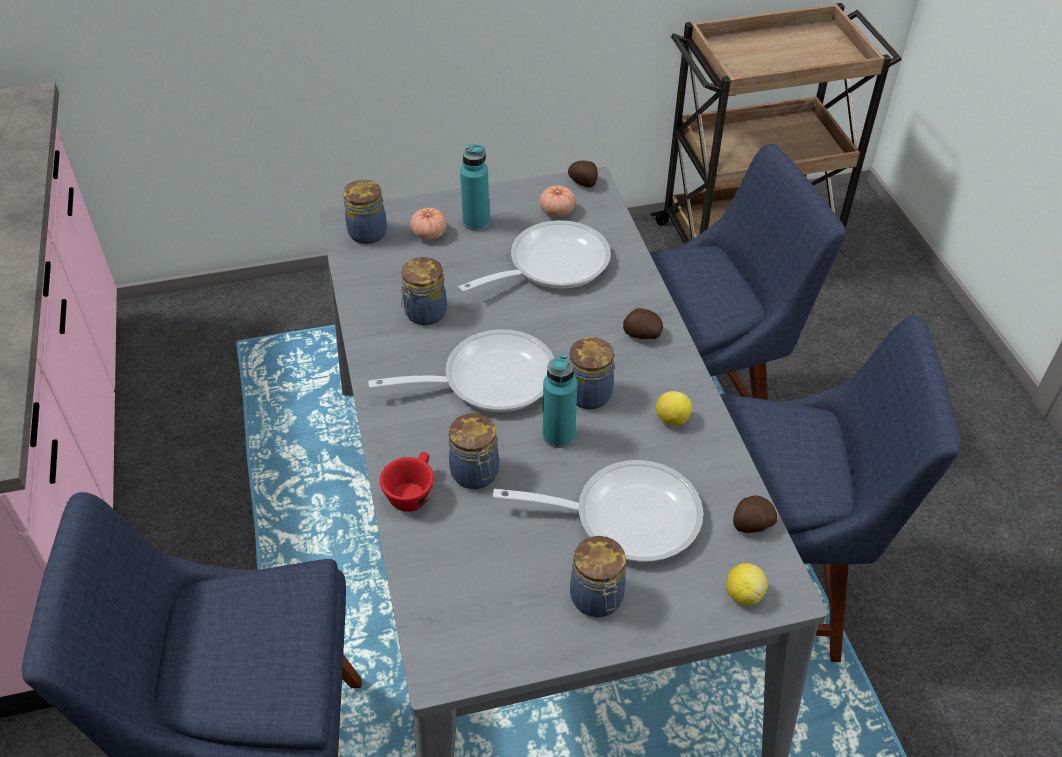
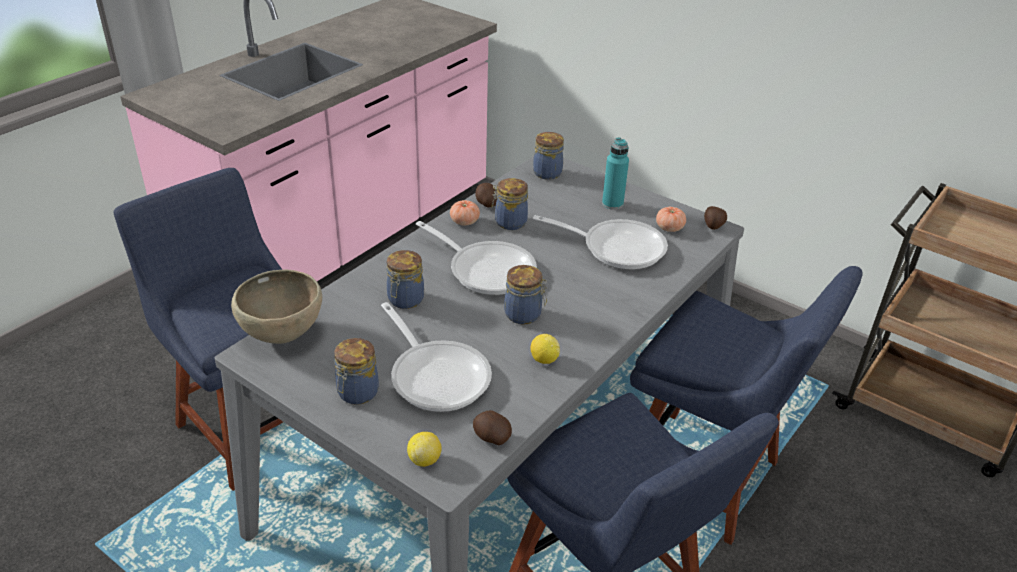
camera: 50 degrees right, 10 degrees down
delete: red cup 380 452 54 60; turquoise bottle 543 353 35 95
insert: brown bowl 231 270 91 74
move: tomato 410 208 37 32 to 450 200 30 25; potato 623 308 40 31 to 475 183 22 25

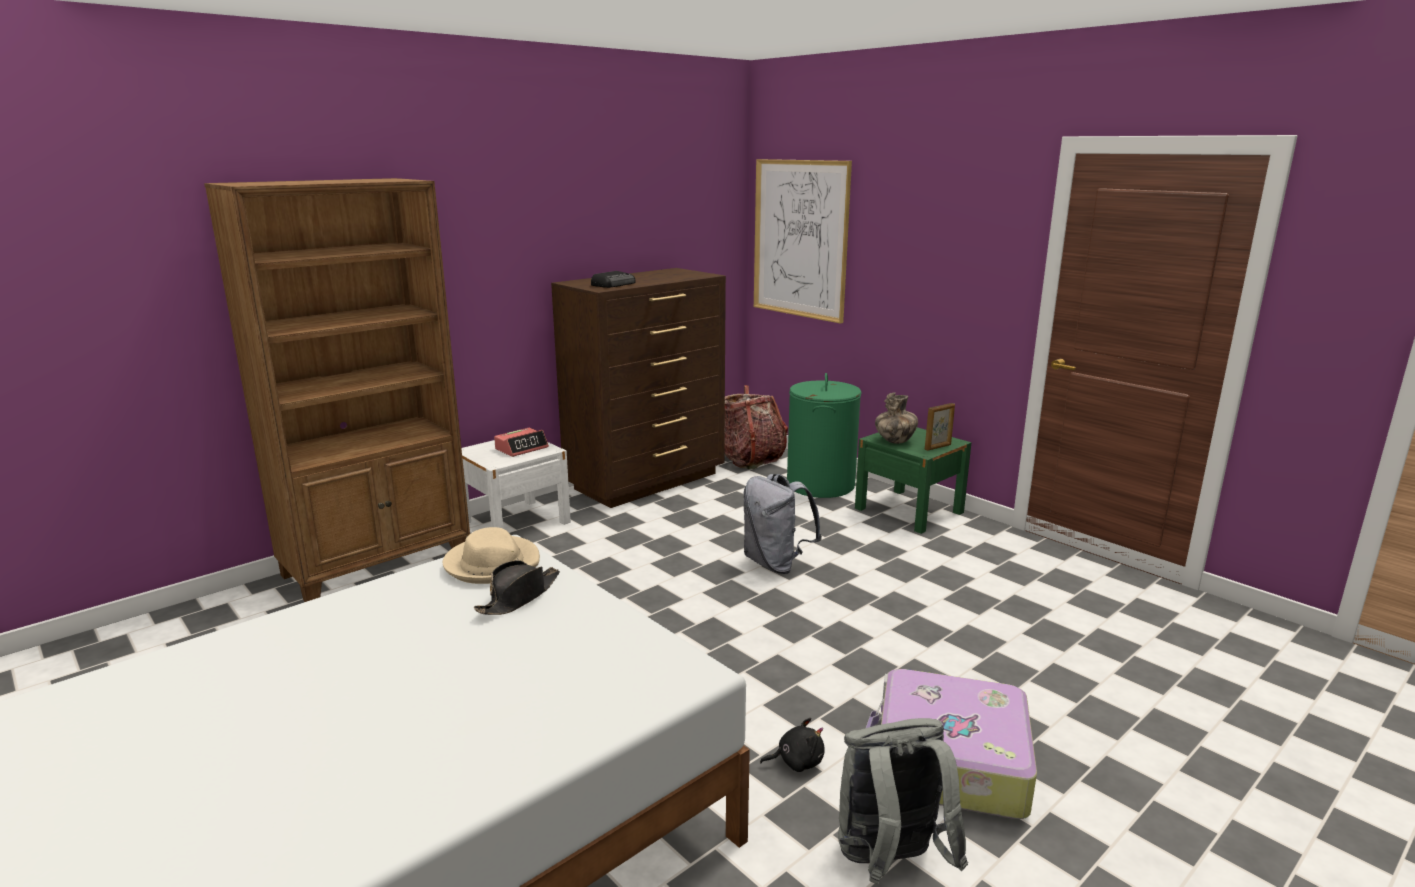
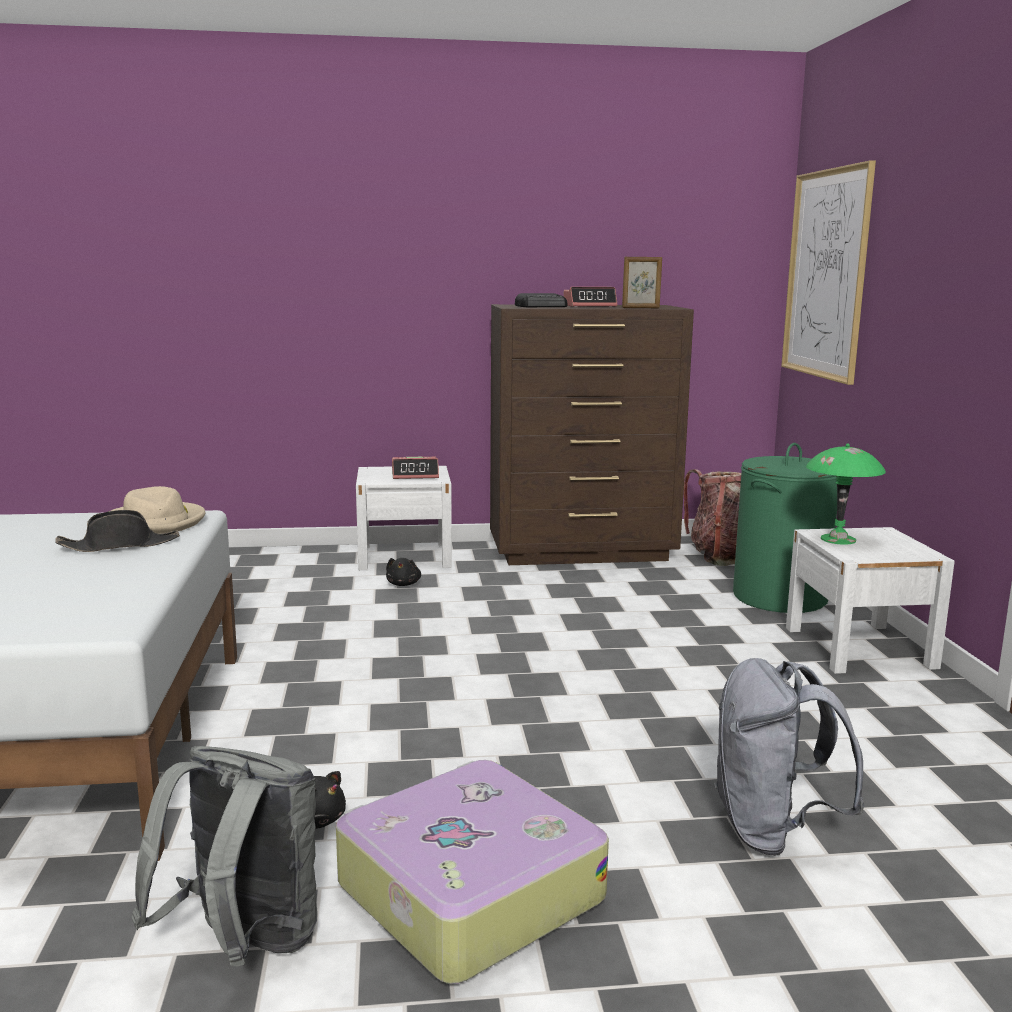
camera: 35 degrees right, 5 degrees down
delete: brown bookcase 204 178 266 424
insert: black plush toy 386 558 35 28; alarm clock 563 287 54 20
move: picture frame 925 403 30 48 to 622 257 40 51; grey backpack 743 474 79 100 to 714 658 150 198
replace: vase 875 393 43 51 to green table lamp 806 443 80 102
recolor: green nightstand 855 427 116 107 to white nightstand 786 527 169 147

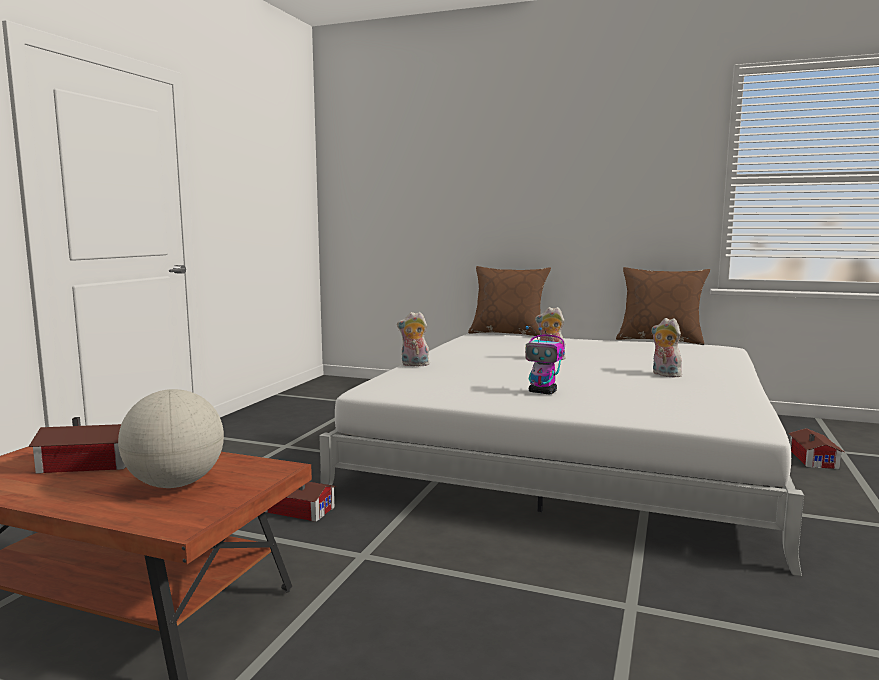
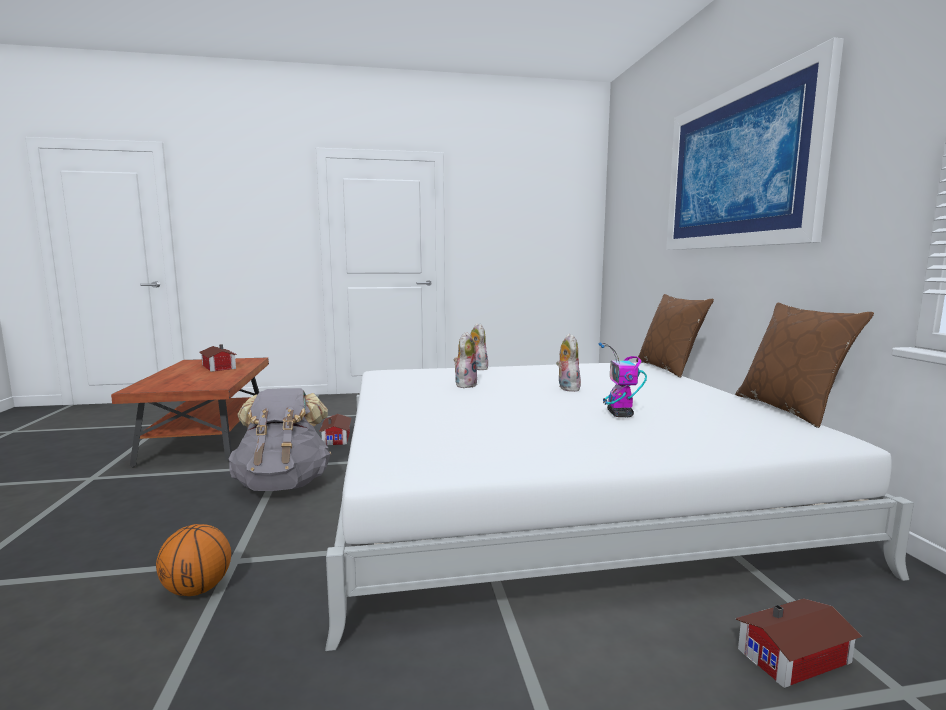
camera: 60 degrees right, 0 degrees up
delete: globe 118 389 106 99
insert: basketball 156 524 75 72; grey backpack 229 388 102 103; picture 666 38 178 212
move: plush toy 651 318 31 59 to 453 332 25 56; toy robot 525 326 40 69 to 599 343 48 74

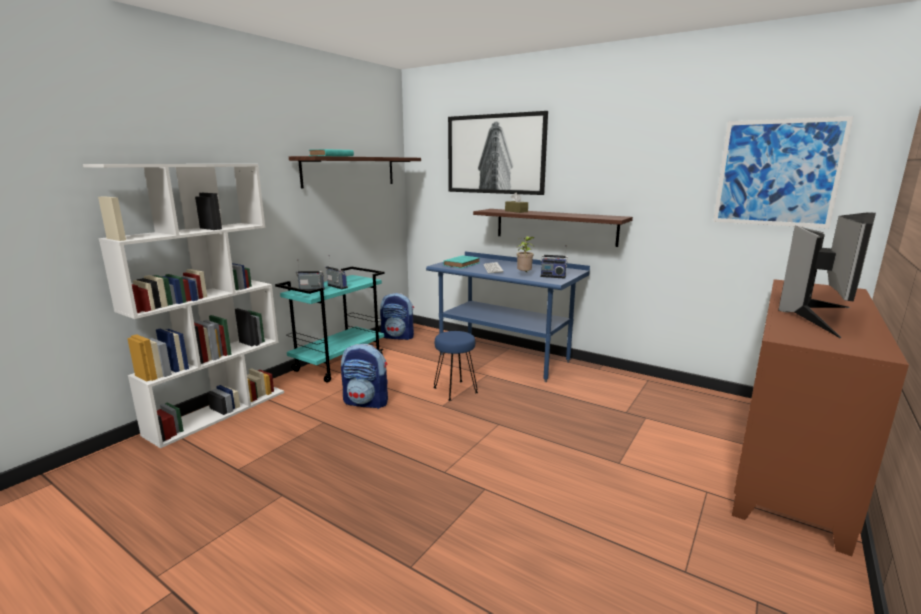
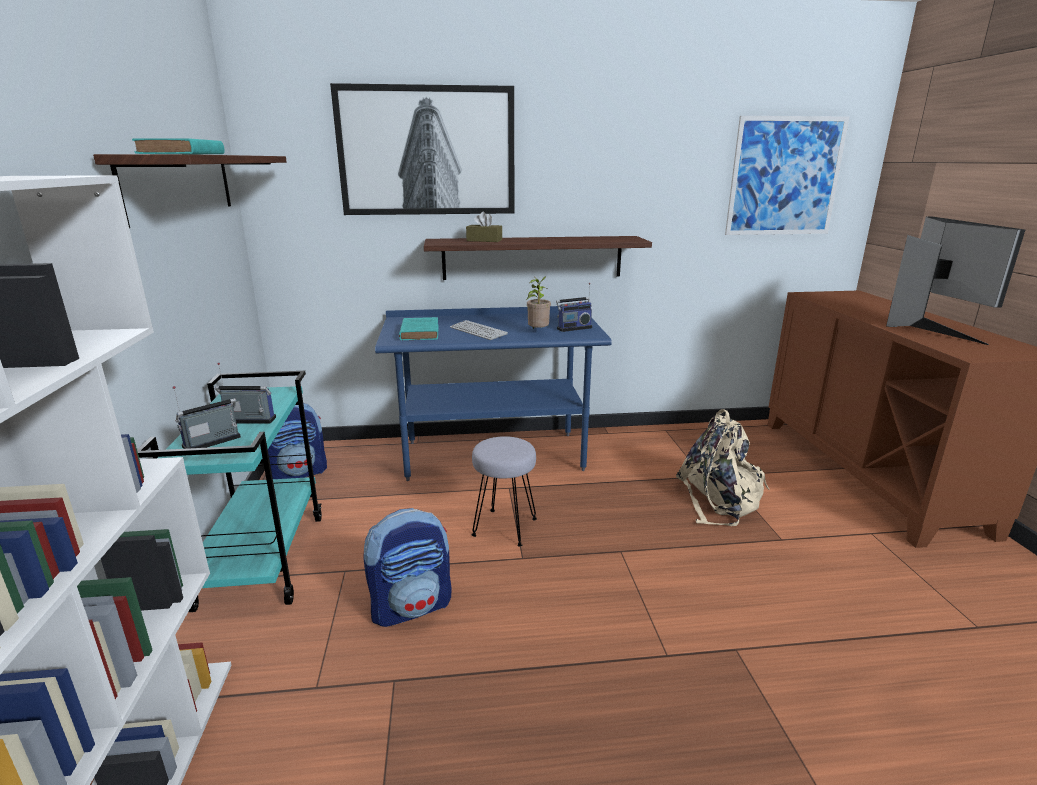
camera: 40 degrees left, 5 degrees up
insert: beige backpack 676 409 93 117
recolor: blue stool 433 331 45 70 to grey stool 472 436 65 110

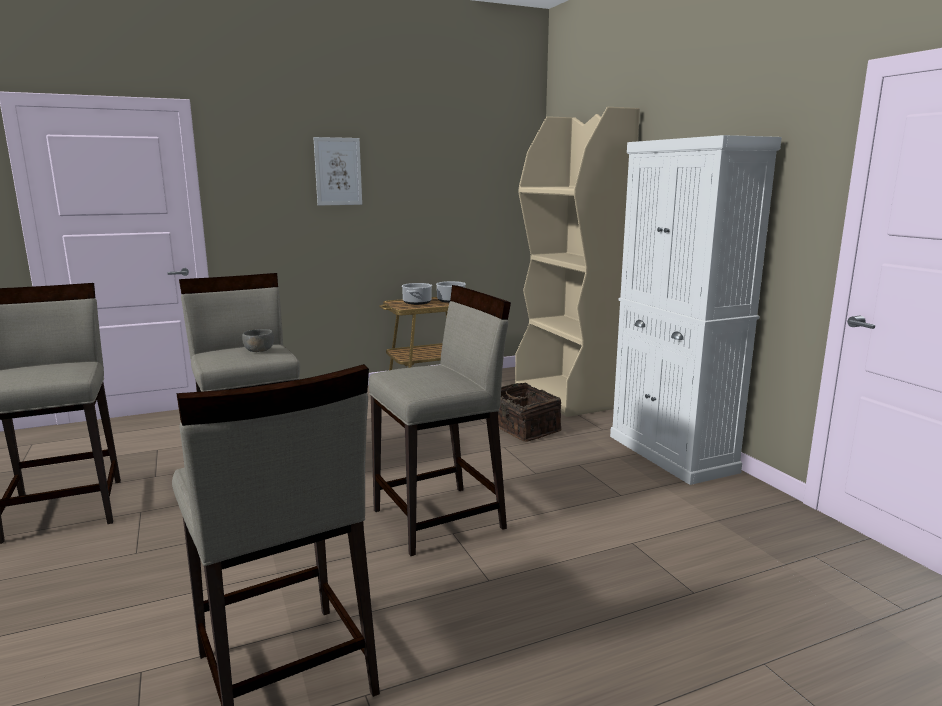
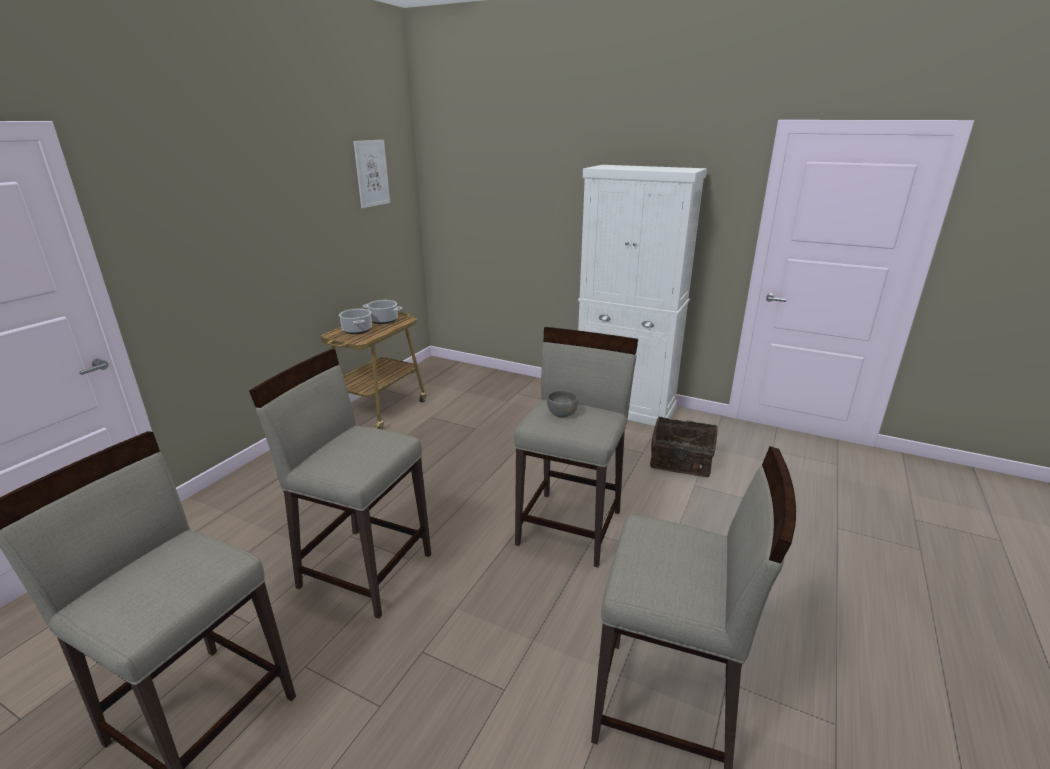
camera: 40 degrees left, 10 degrees up
delete: beige bookcase 515 107 125 310
move: picture 313 137 49 69 to 353 140 37 68; grey bowl 242 329 32 23 to 547 390 31 28; basket 498 383 63 59 to 650 416 68 61

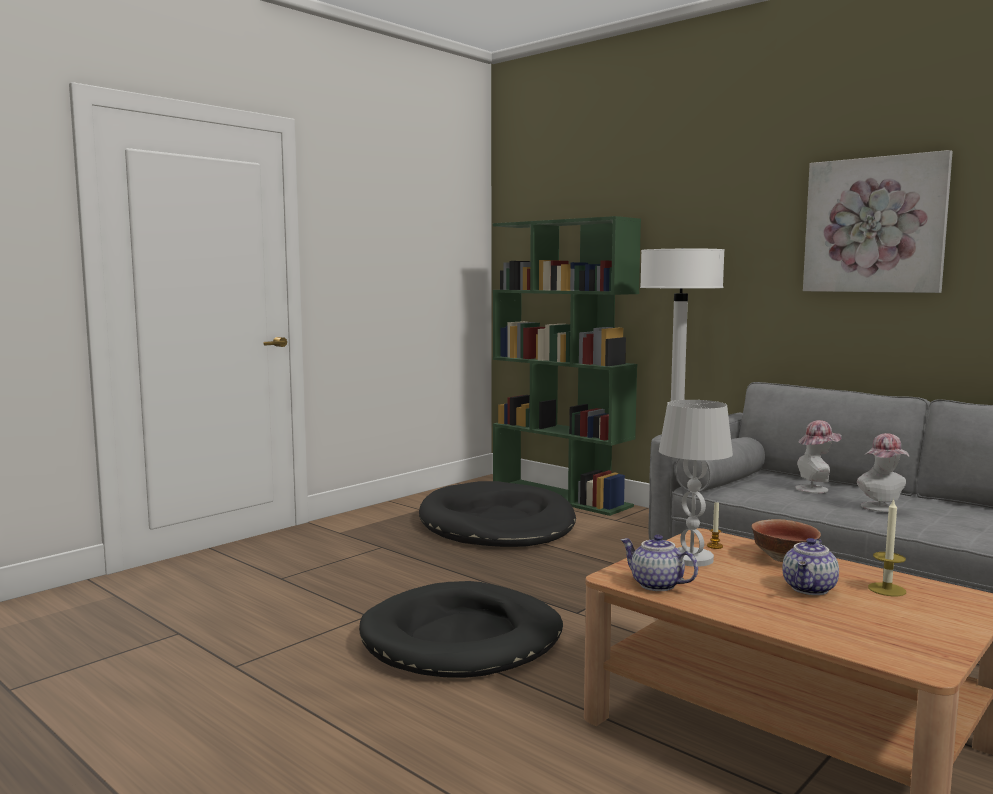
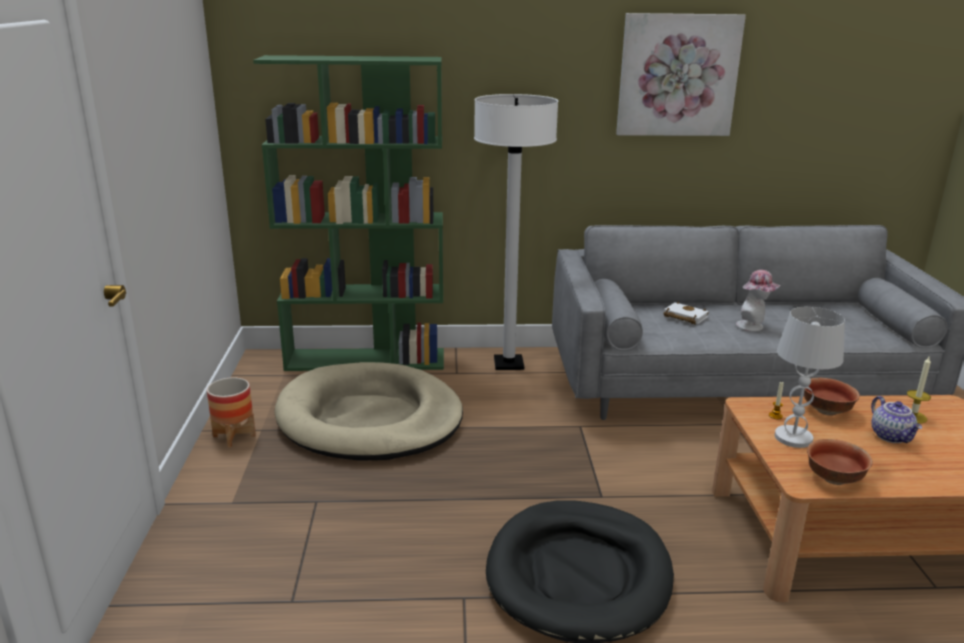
camera: 45 degrees left, 15 degrees up
insert: planter 207 377 49 71
replace: hat 795 420 47 73 to white book 663 302 46 23; teapot 621 535 77 56 to bowl 807 439 66 46
recolor: black dog bed 419 481 157 66 to beige dog bed 275 362 188 99

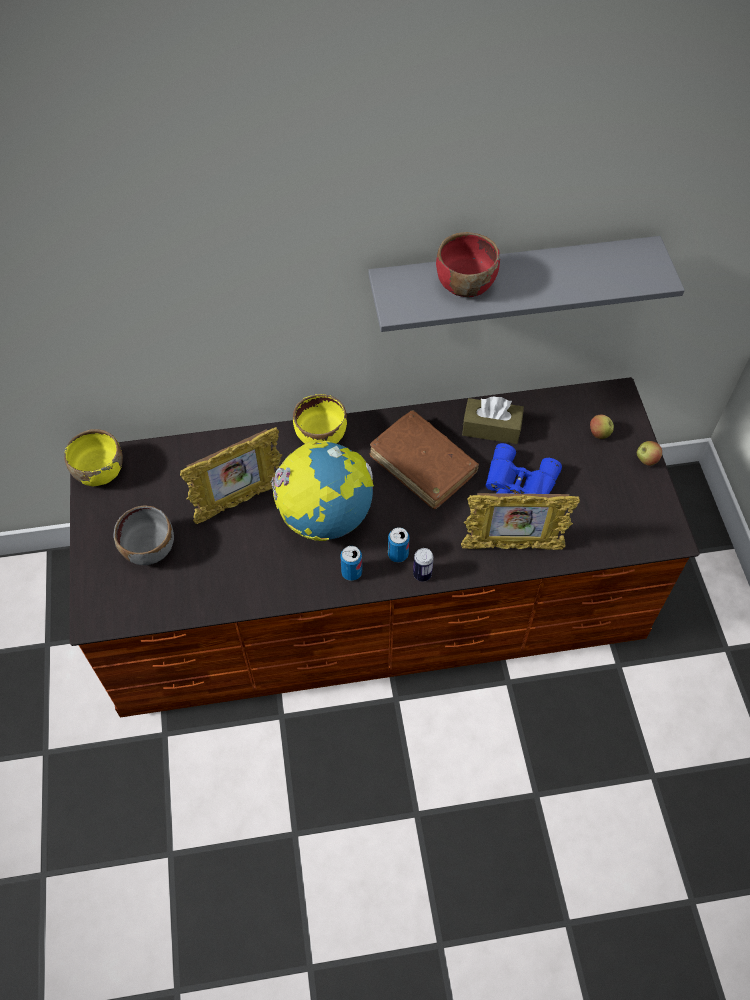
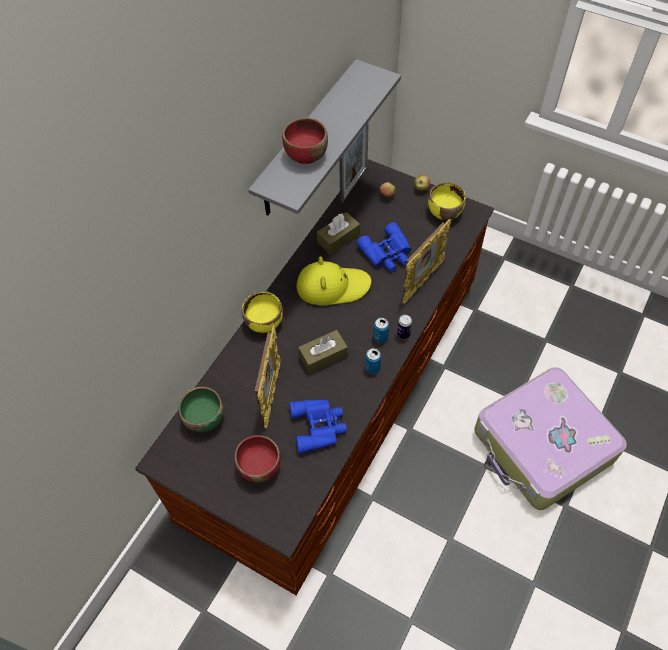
camera: 50 degrees left, 0 degrees up
insert: green bowl 179 387 45 46; blue binoculars 290 400 57 53; picture frame 339 122 30 81; suitcase 474 367 153 143
move: yellow bowl 65 429 58 57 to 428 182 38 38
replace: brown book 370 410 109 99 to yellow hat 297 256 74 49; globe 271 441 103 100 to brown tissue box 298 330 50 44
recolor: grey bowl 113 505 61 60 to red bowl 234 435 47 48

